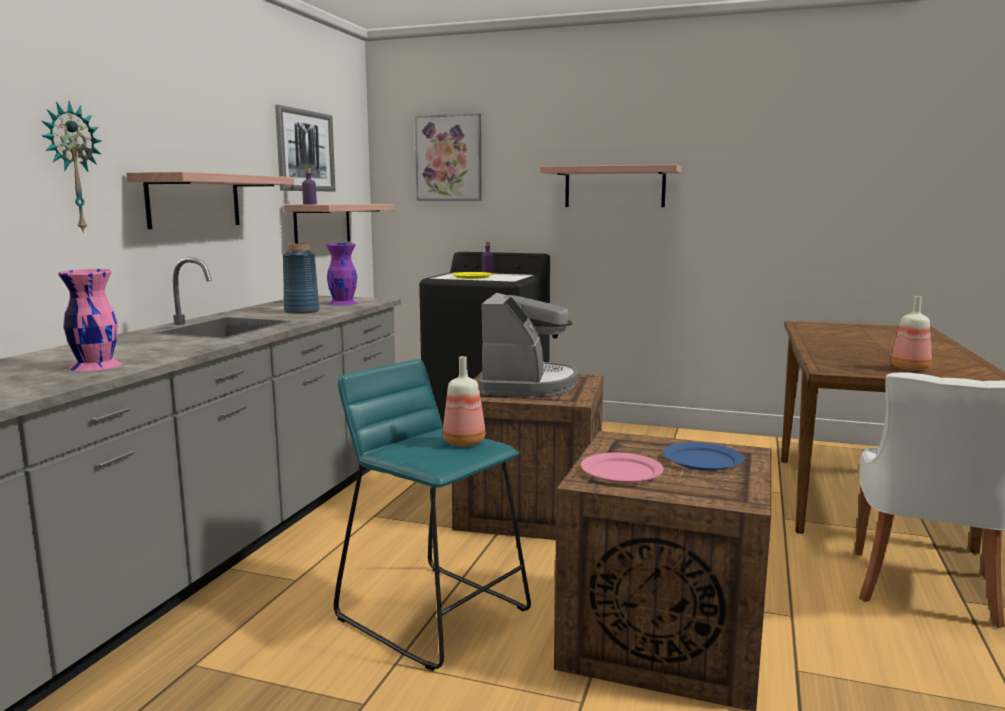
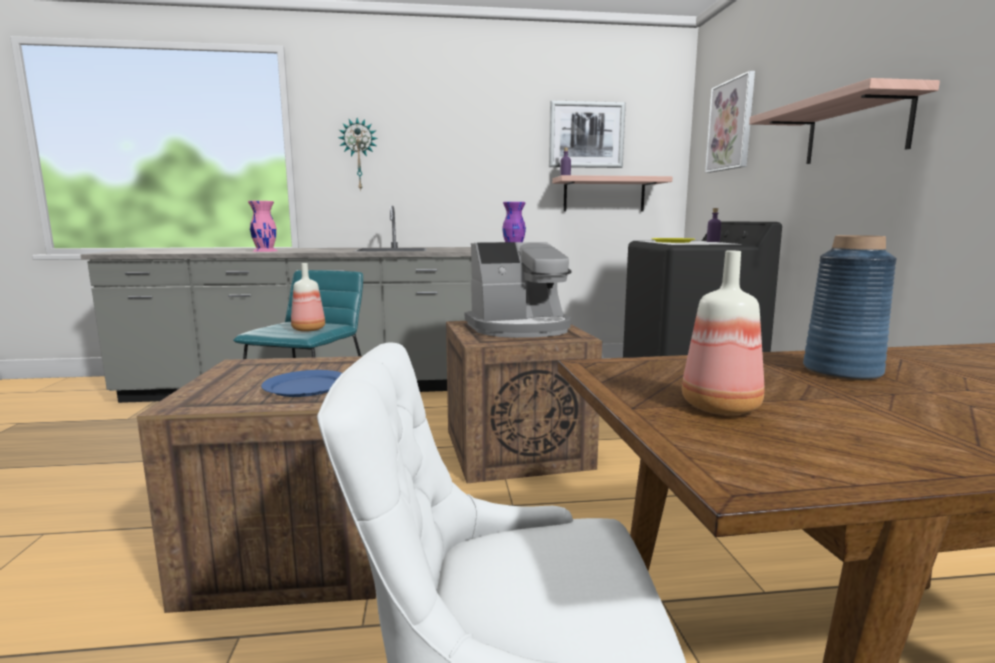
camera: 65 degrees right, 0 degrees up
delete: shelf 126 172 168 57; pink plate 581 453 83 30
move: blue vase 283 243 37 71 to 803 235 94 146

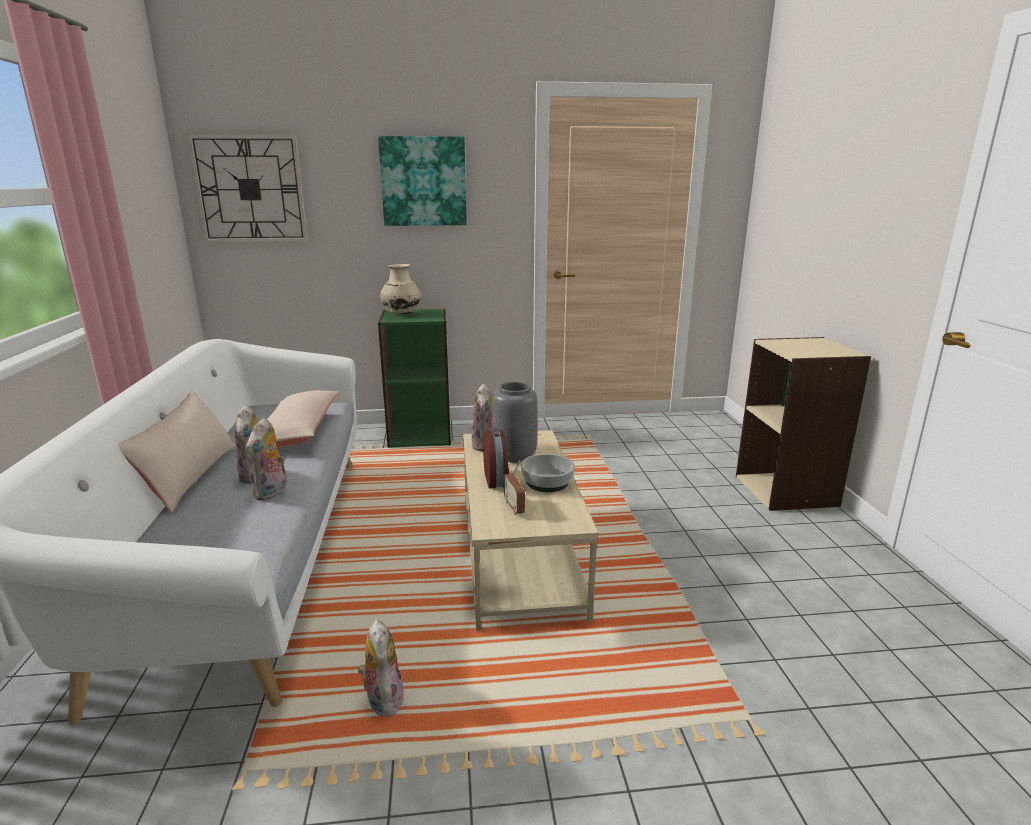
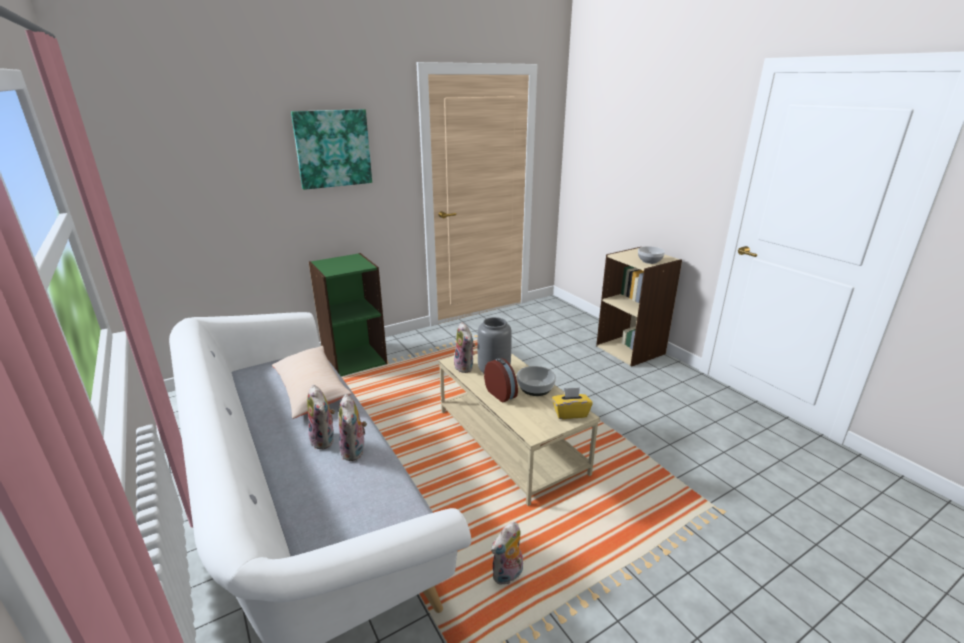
camera: 25 degrees left, 5 degrees up
delete: beige pillow 118 391 118 121; wall clock 187 134 121 109; beige vase 380 264 41 51; radio 504 460 21 55
insert: yellow tissue box 552 388 41 31; bowl 638 246 27 18
rotate: plush toy 358 620 46 96 = 491 522 32 63 90 degrees counterclockwise

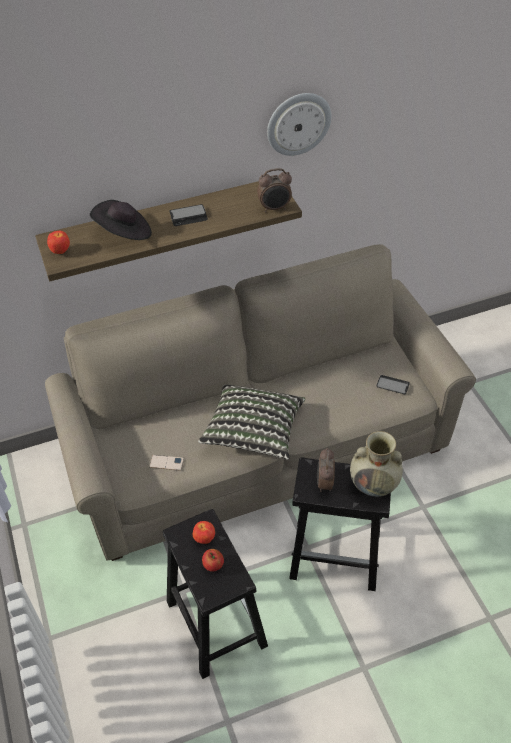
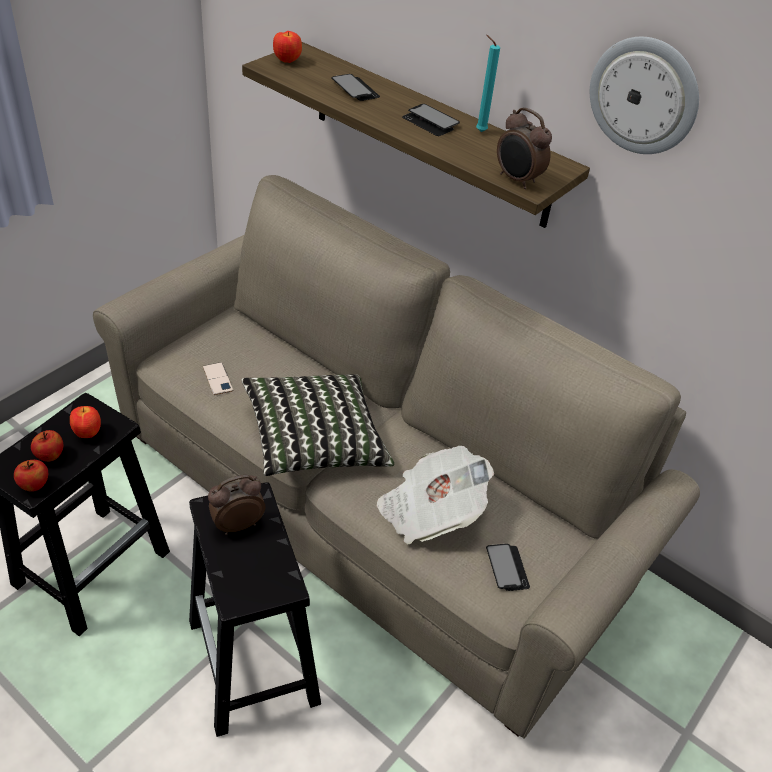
camera: 55 degrees right, 5 degrees down
delete: beige vase 350 431 53 66
insert: apple 14 460 34 32; newspaper 376 446 118 99; turquoise candle 476 35 24 97
replace: black hat 90 200 62 40 to phone 331 74 49 27

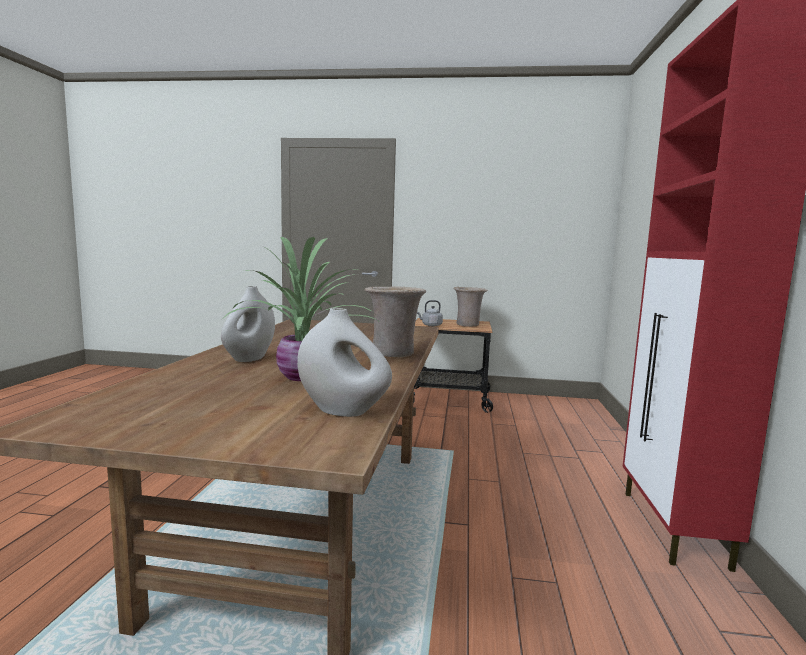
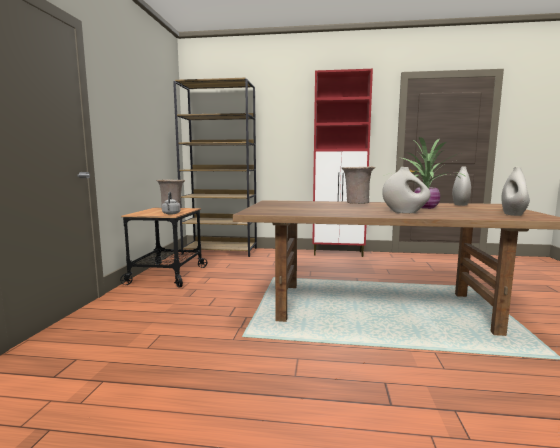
camera: 90 degrees left, 0 degrees up
insert: brown bookcase 173 78 84 179; white vase 502 167 28 49

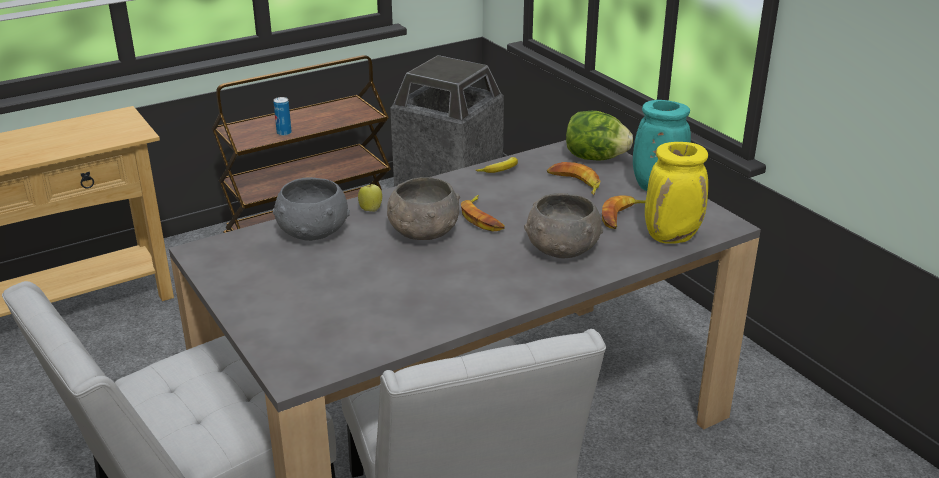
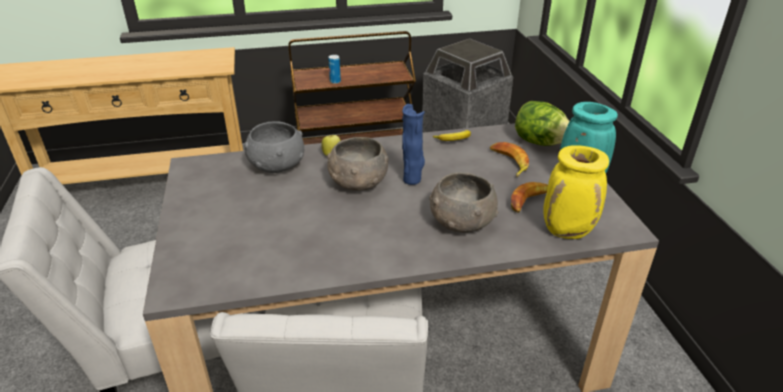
camera: 20 degrees right, 5 degrees up
replace: banana 461 195 44 37 to blue vase 402 104 23 81

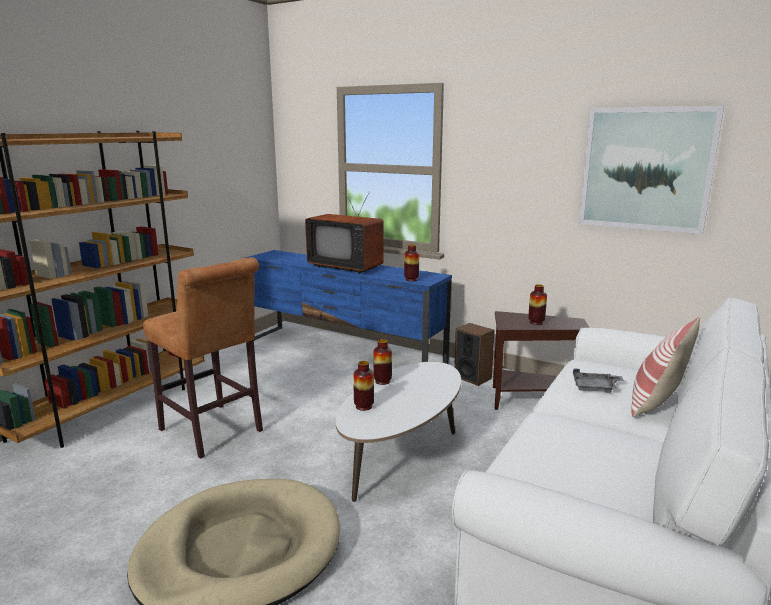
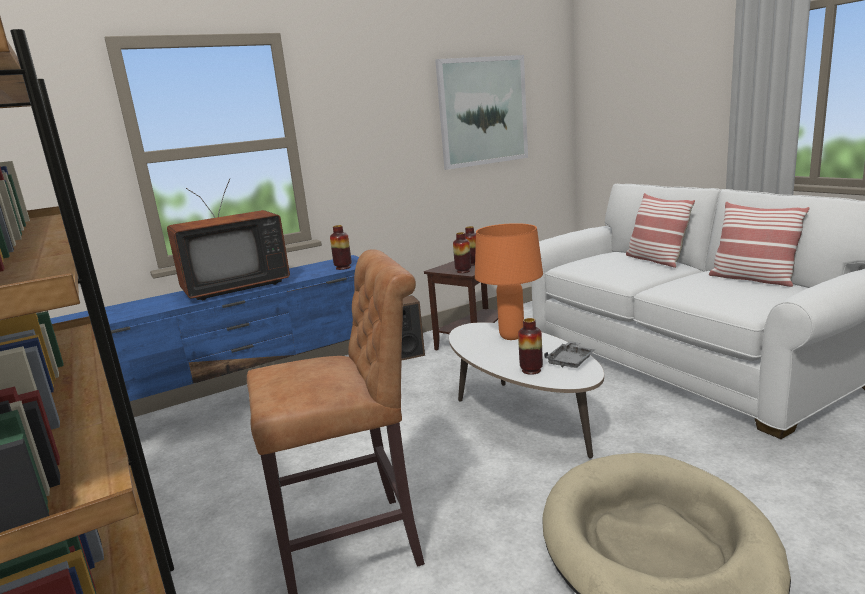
camera: 60 degrees left, 0 degrees up
insert: orange table lamp 475 223 68 117; pillow 709 202 101 85
move: vase 373 339 19 46 to 453 232 18 41; grey tray 573 369 51 24 to 544 341 51 27

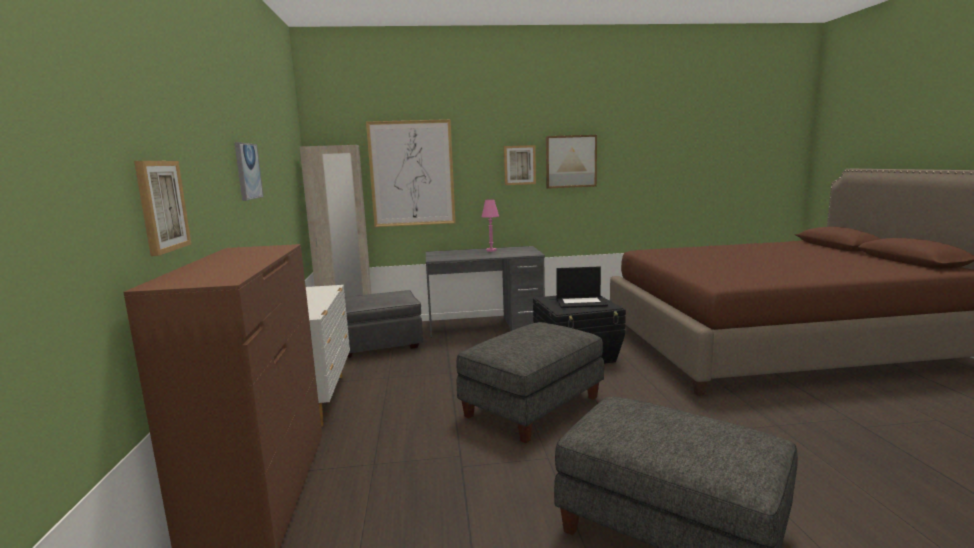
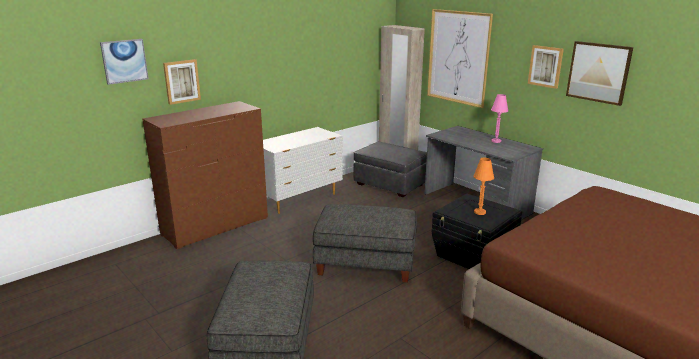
camera: 55 degrees right, 10 degrees up
move: picture 234 142 29 59 to 100 39 49 46
replace: laptop 556 266 52 42 to orange table lamp 473 158 21 57

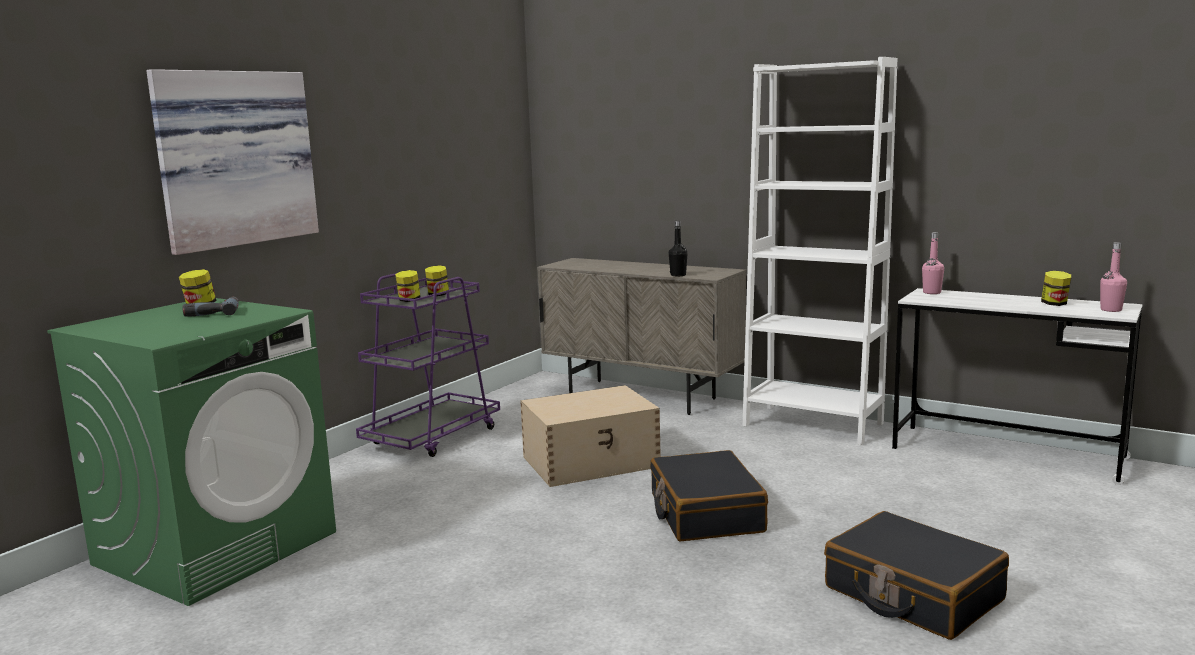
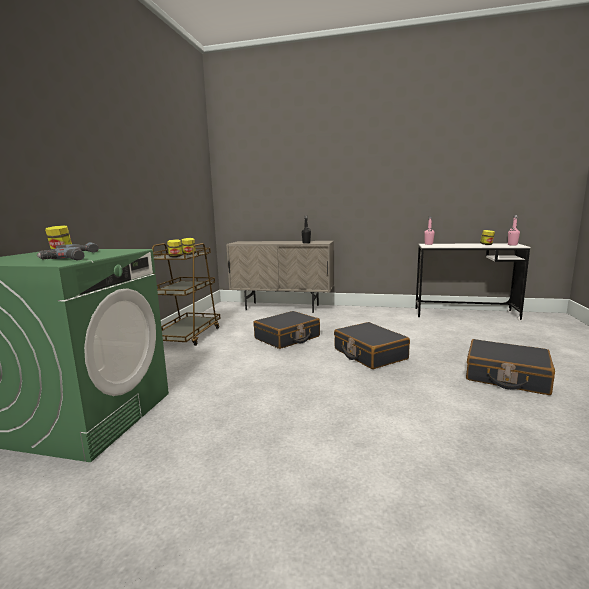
camera: 20 degrees left, 0 degrees up
delete: picture 147 69 172 186; white bookcase 742 57 155 388
insert: power drill 37 247 47 13
replace: beige storage box 520 385 141 102 to black suitcase 253 311 67 38
recolor: purple cart 356 273 144 184 to brown cart 152 243 68 103

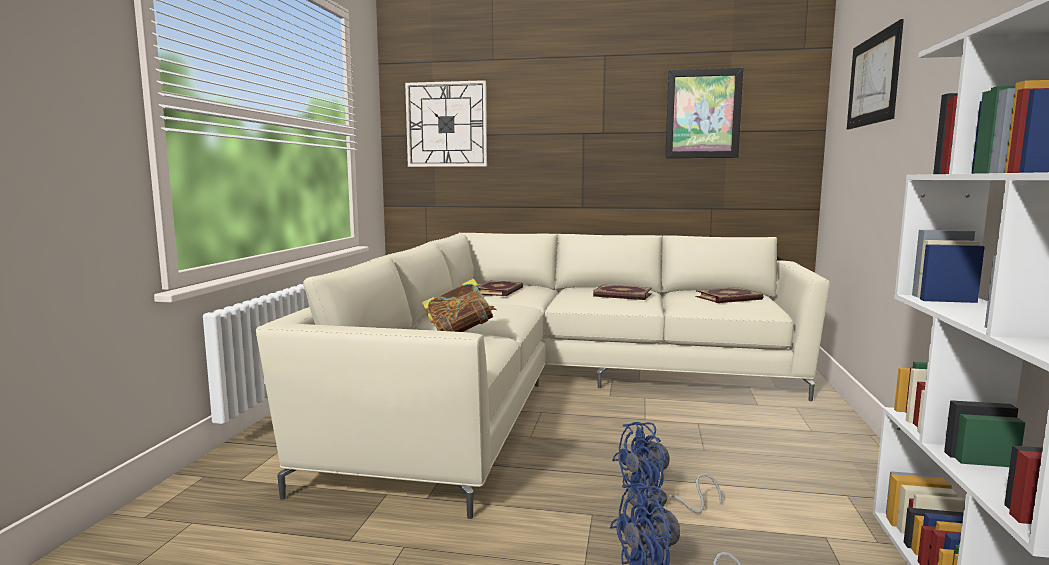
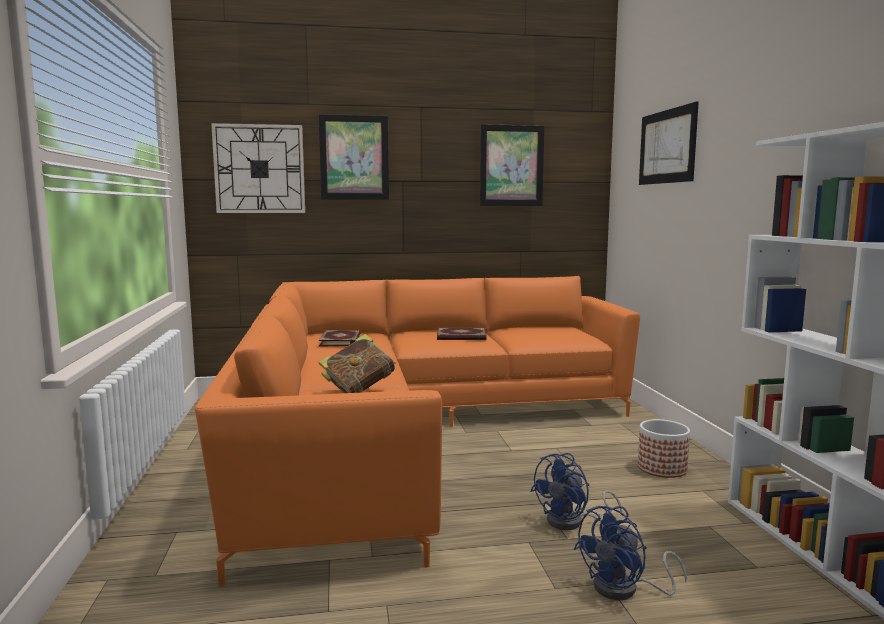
camera: 20 degrees left, 0 degrees up
delete: book 696 287 67 16
insert: picture 319 114 70 86; planter 638 419 52 59
recolor: beige sofa 256 233 574 286 to orange sofa 195 276 445 311

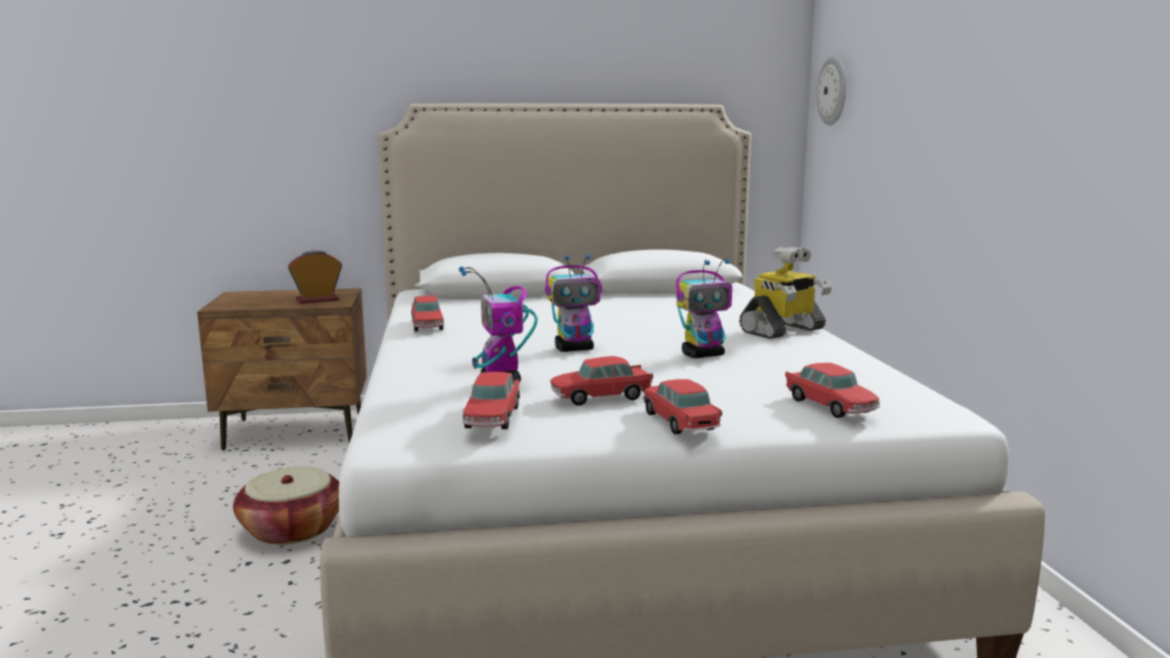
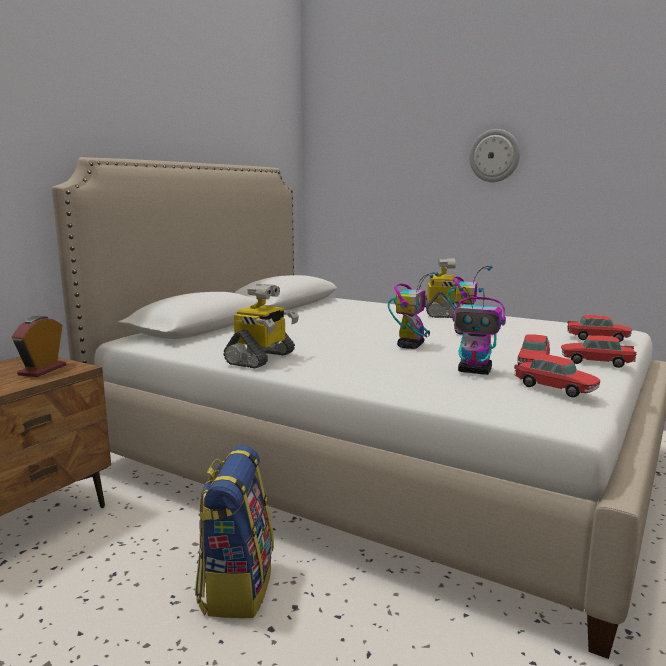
camera: 50 degrees left, 0 degrees up
move: wall clock 817 56 29 70 to 469 129 51 53
replace: basket 233 466 106 79 to backpack 195 445 79 173; toy car 411 296 33 35 to toy robot 223 284 76 84

